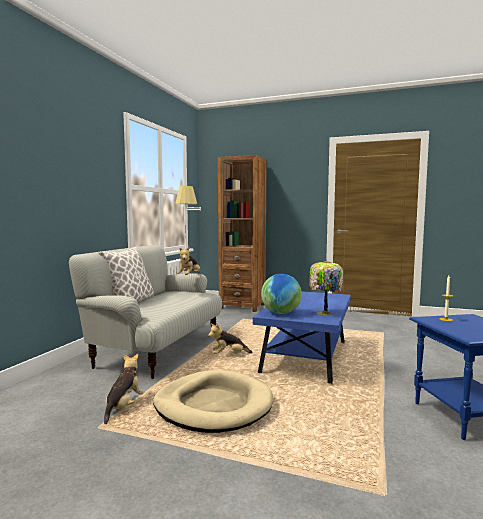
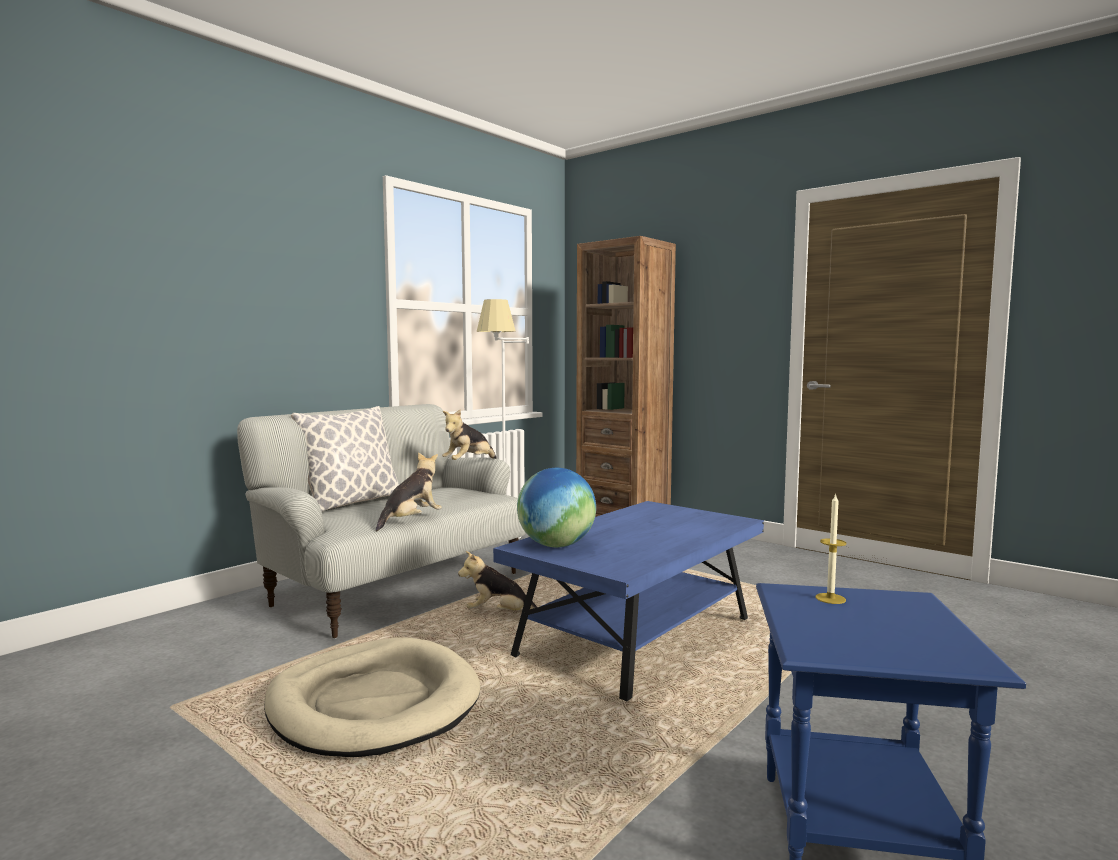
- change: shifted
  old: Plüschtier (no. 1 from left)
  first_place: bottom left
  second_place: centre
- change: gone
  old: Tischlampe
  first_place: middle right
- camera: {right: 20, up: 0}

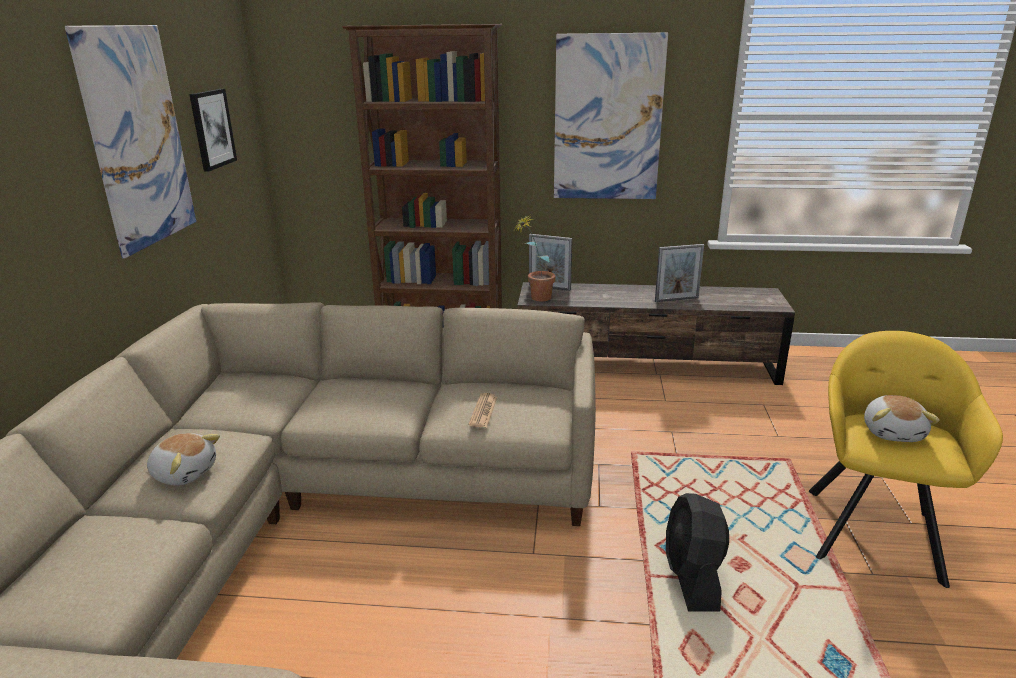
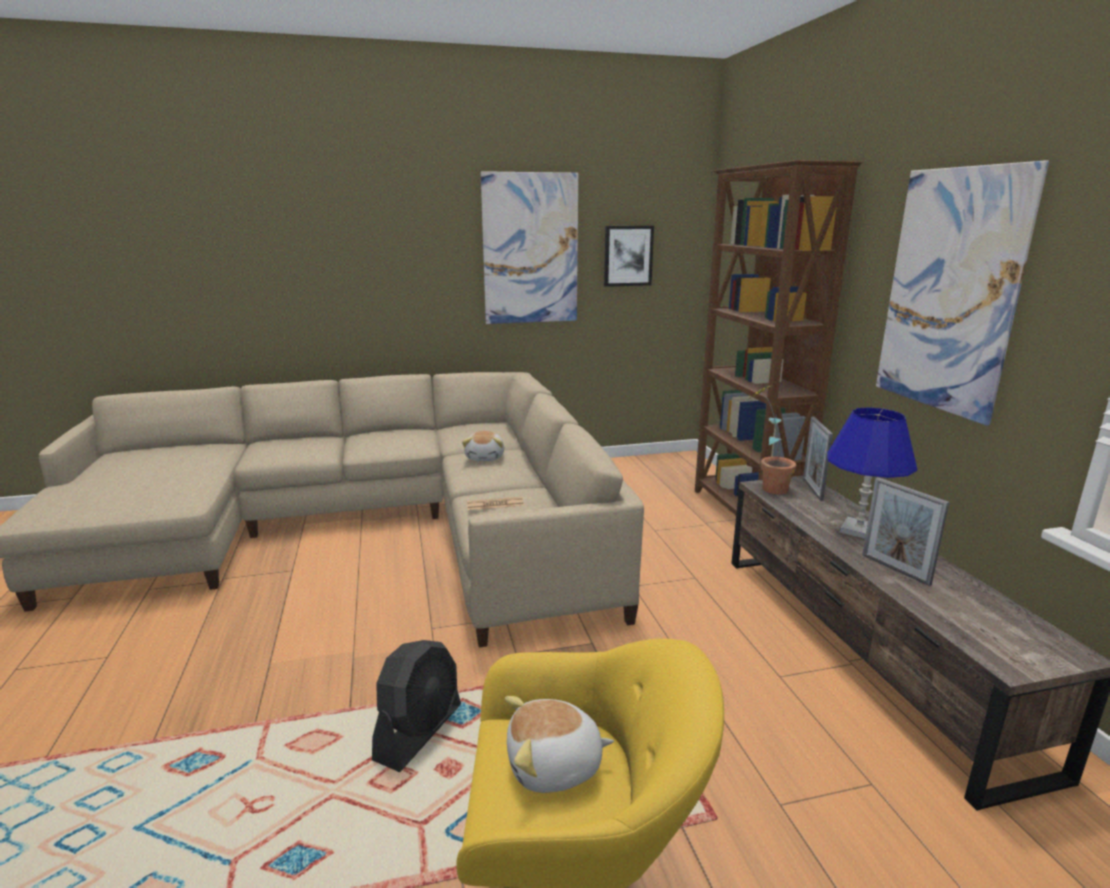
- change: shifted
  old: Plüschtier (no. 1 from left)
  first_place: bottom left
  second_place: centre
- change: rotated
  old: Ventilator (schwarz)
  first_place: bottom right
  second_place: bottom centre
  degrees: 135
- change: new
  new: Tischlampe (blau)
  second_place: middle right
- camera: {right: 70, up: -5}

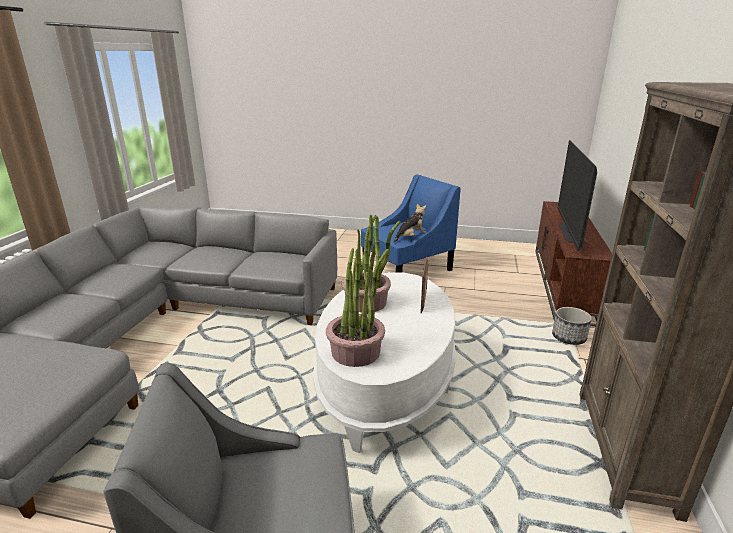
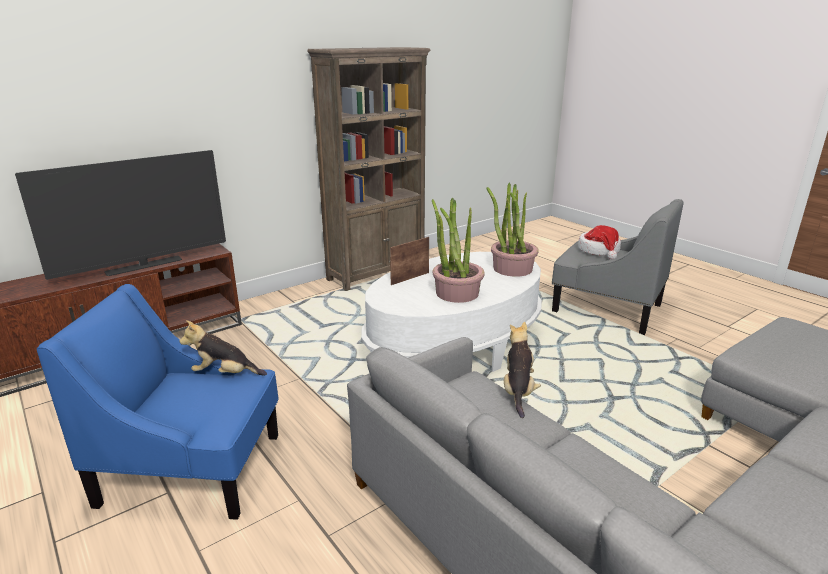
- change: gone
  old: Pflanzkübel
  first_place: middle right
- change: new
  new: Plüschtier (no. 2 from left)
  second_place: centre
- change: new
  new: Hut
  second_place: middle right
- camera: {right: -140, up: 0}

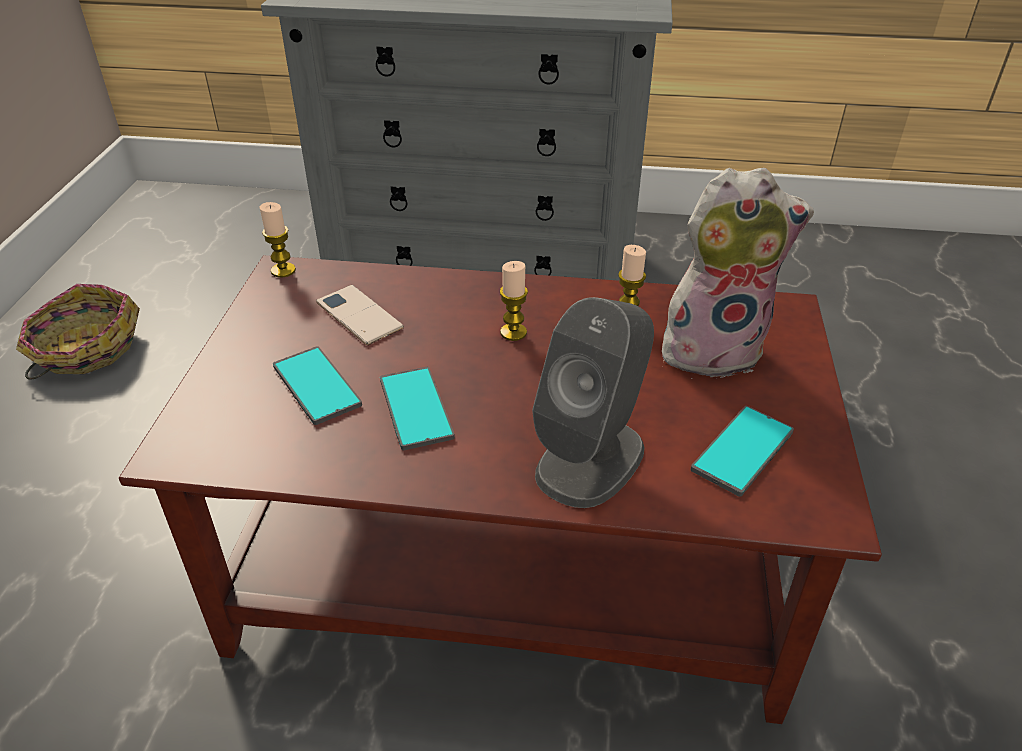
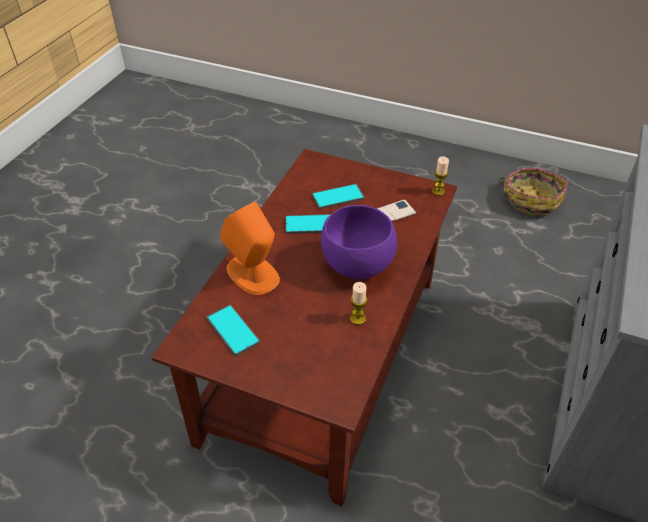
- change: swapped
  old: Kerze (no. 2 from left)
  new: Schüssel (lila)
  first_place: centre
  second_place: centre
- change: repainted
  old: Lautsprecher (grau)
  new: Lautsprecher (orange)
  first_place: centre
  second_place: centre
- change: gone
  old: Plüschtier
  first_place: middle right
- camera: {right: 105, up: 5}

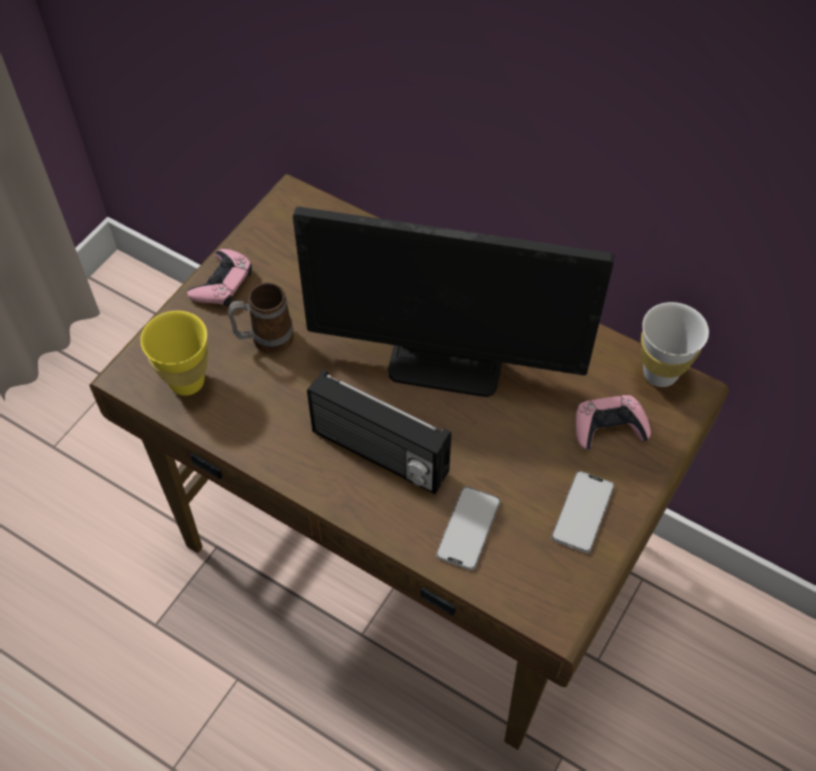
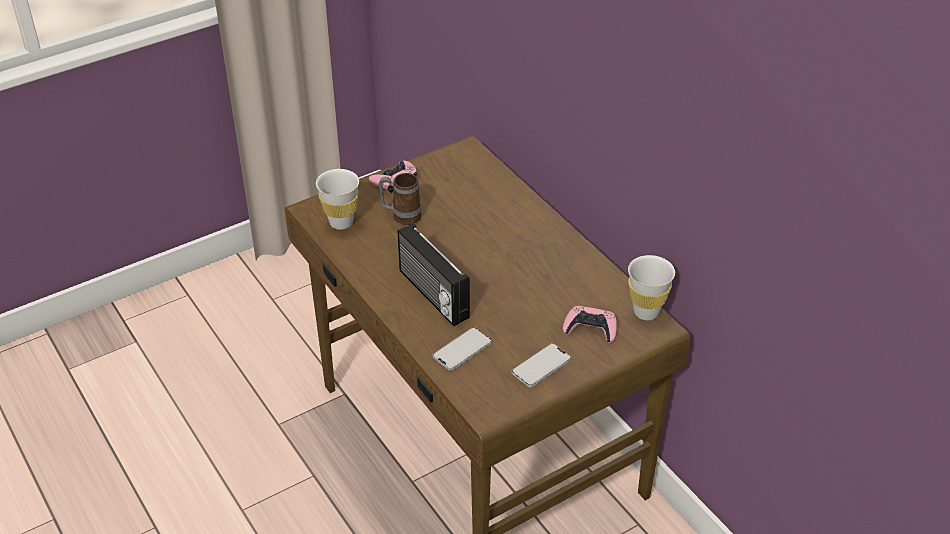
- change: repainted
  old: Tasse (gelb)
  new: Tasse (weiß) (no. 1 from left)
  first_place: middle left
  second_place: centre
- change: gone
  old: Monitor
  first_place: centre
- camera: {right: 25, up: -15}

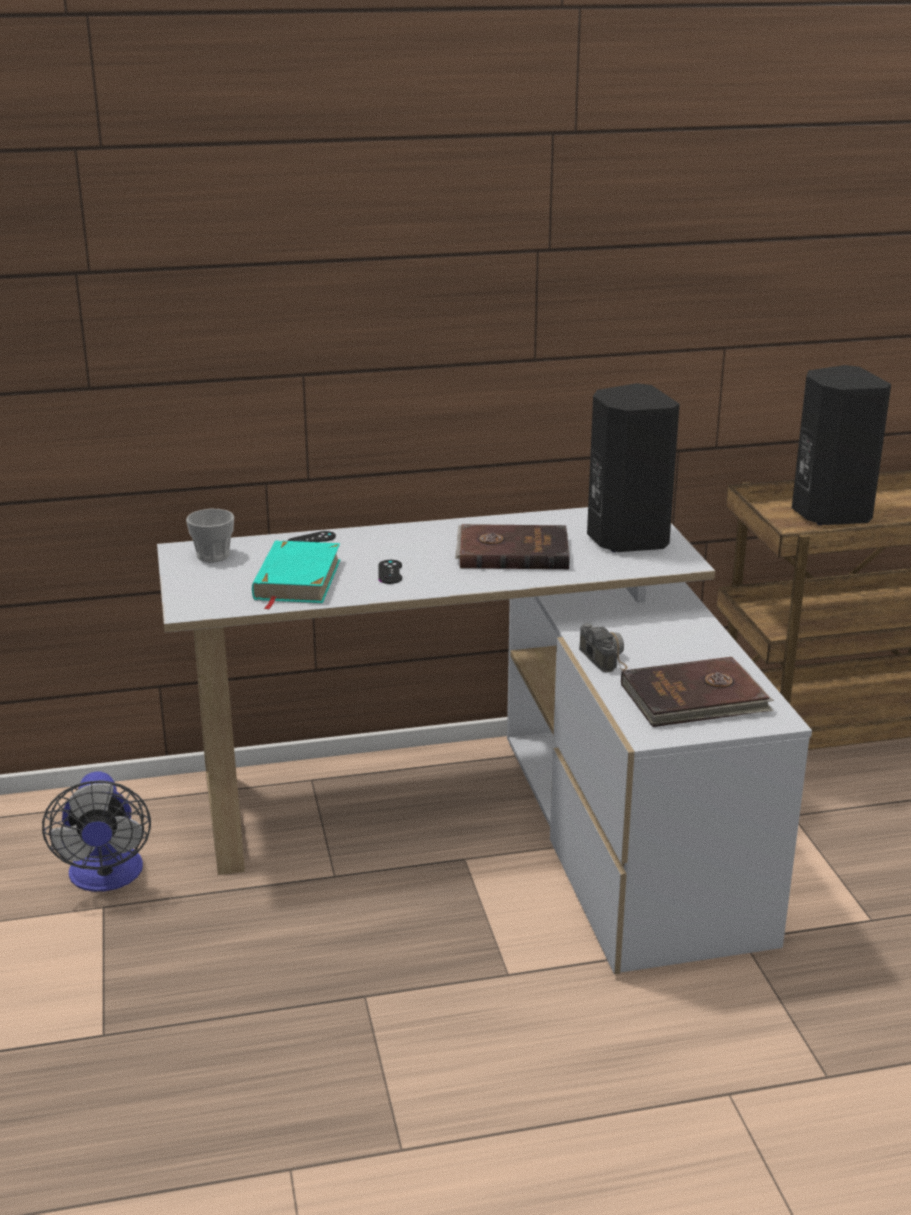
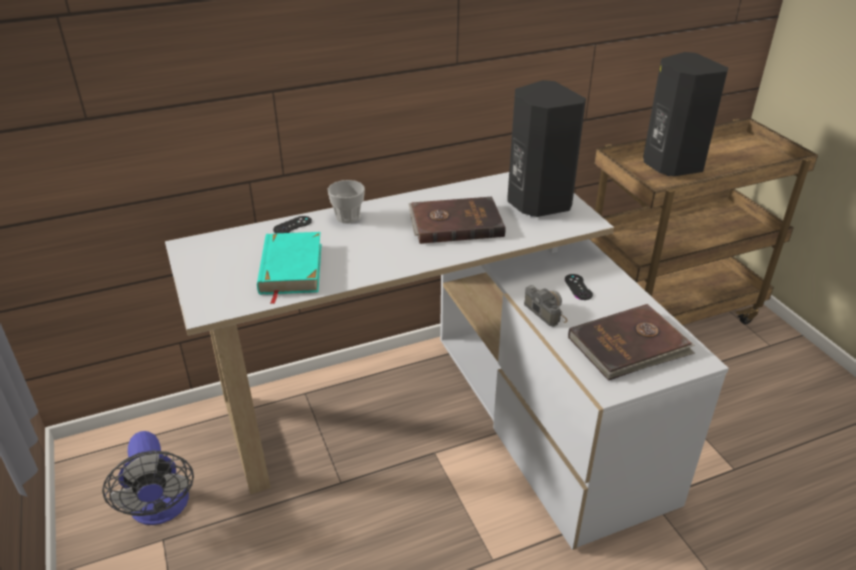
- change: shifted
  old: Tasse
  first_place: middle left
  second_place: centre
- change: shifted
  old: Gamepad (schwarz) (no. 2 from left)
  first_place: centre
  second_place: middle right
- camera: {right: -10, up: 10}

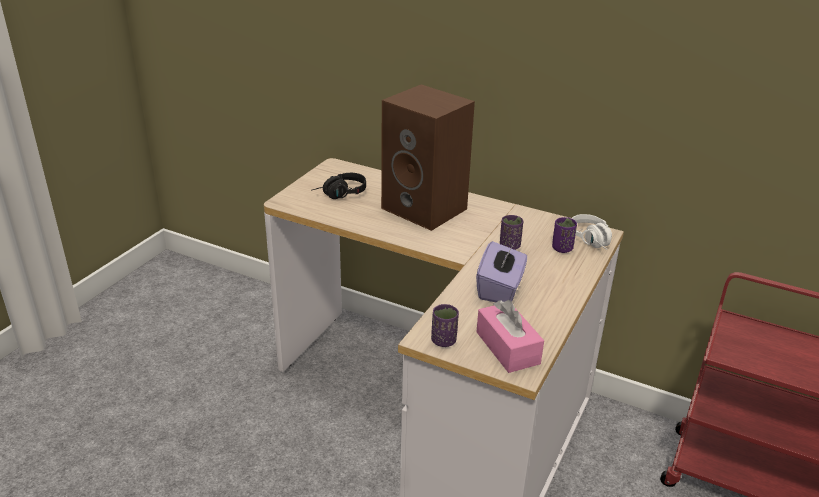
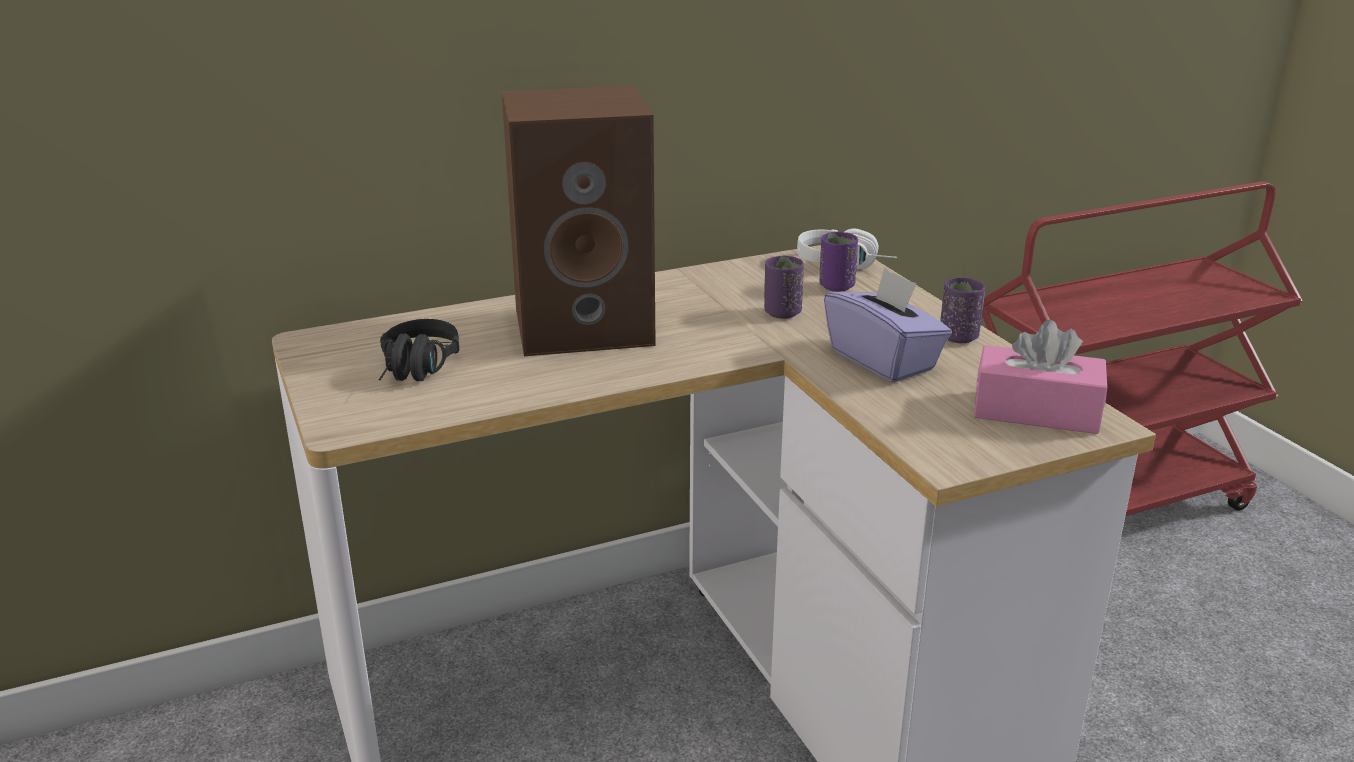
- change: shifted
  old: Tasse (lila) (no. 1 from left in the first image)
  new: Tasse (lila) (no. 3 from left)
  first_place: centre
  second_place: middle right
- camera: {right: -50, up: -5}

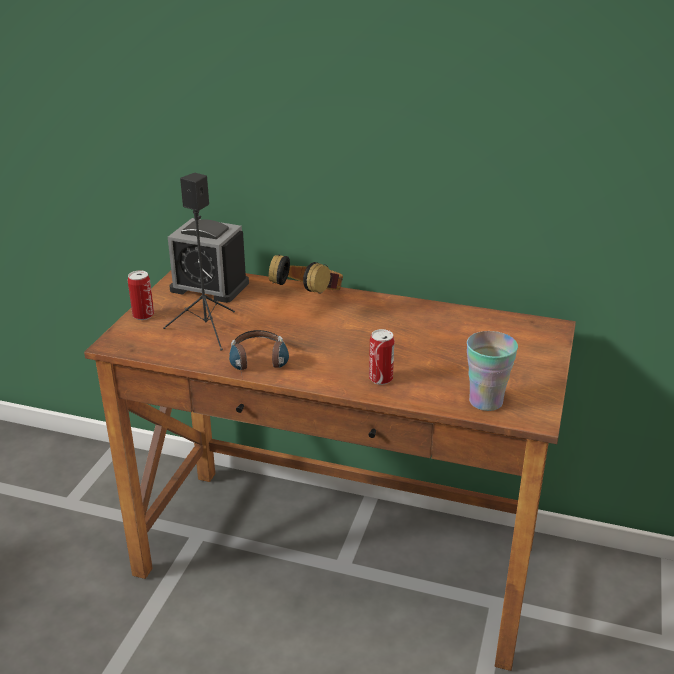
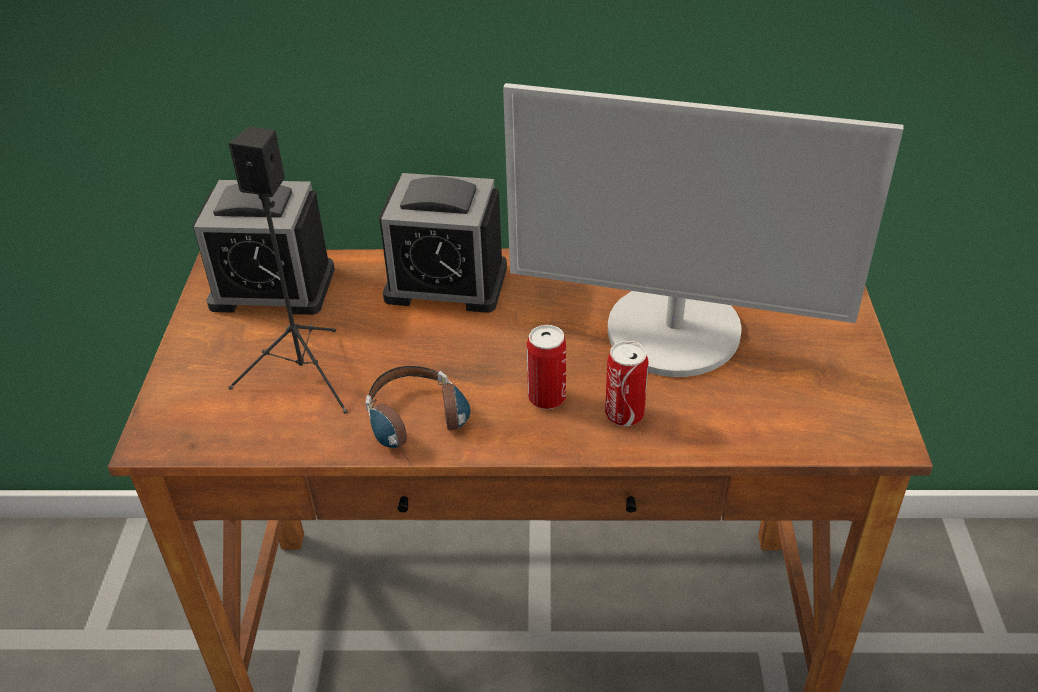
- change: shifted
  old: Dose (no. 1 from left)
  first_place: middle left
  second_place: centre
- change: swapped
  old: Kopfhörer (no. 2 from left)
  new: Wecker (no. 2 from left)
  first_place: centre
  second_place: centre
- change: gone
  old: Tasse
  first_place: middle right
- change: new
  new: Monitor
  second_place: top right
- camera: {right: -15, up: 10}

